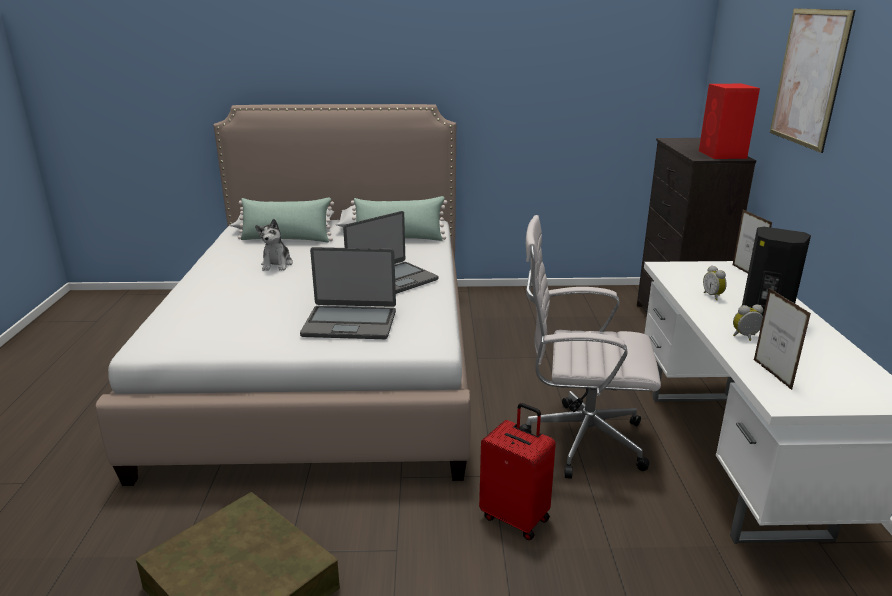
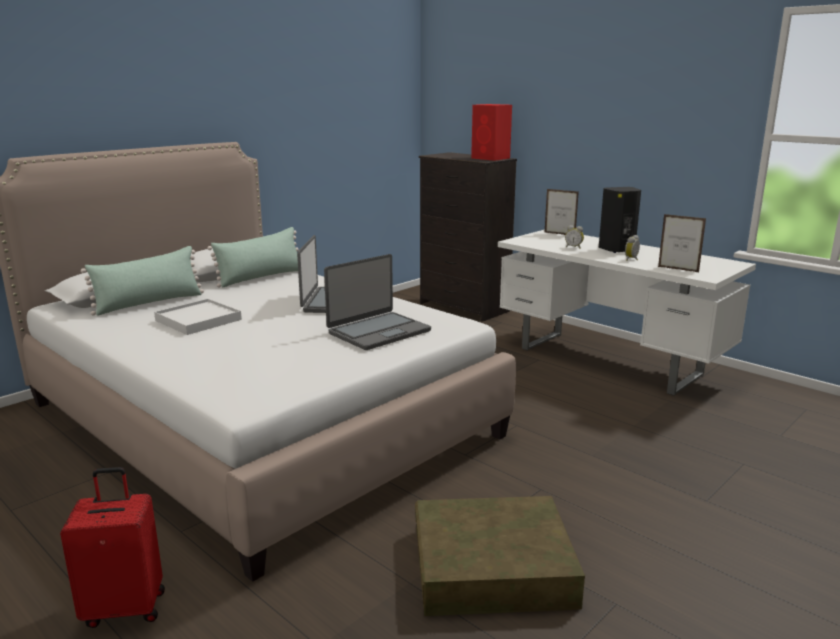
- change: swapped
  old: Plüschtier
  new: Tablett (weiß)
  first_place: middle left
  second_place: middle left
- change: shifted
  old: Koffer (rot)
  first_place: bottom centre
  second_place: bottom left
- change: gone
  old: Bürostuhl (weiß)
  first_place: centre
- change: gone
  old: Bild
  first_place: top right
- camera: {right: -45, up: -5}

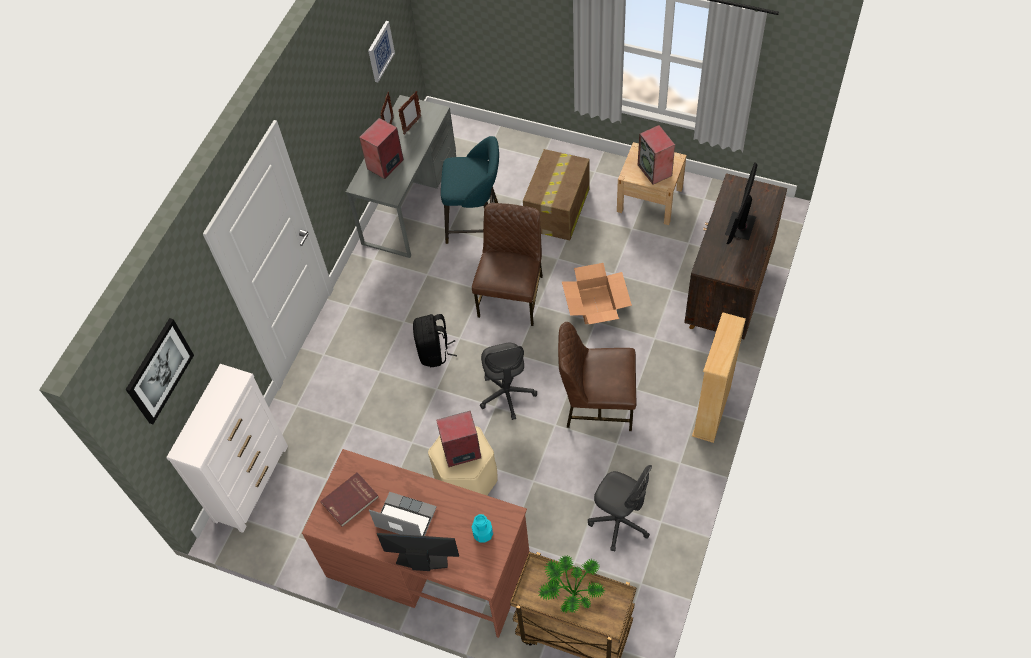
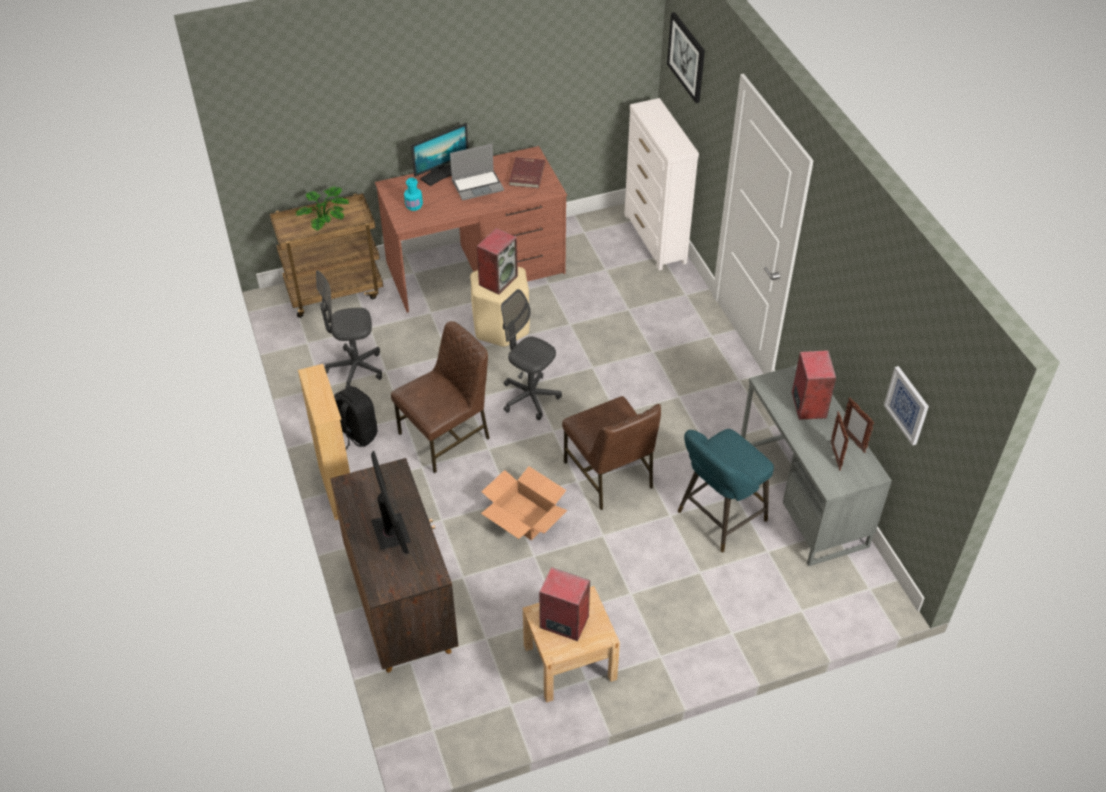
- change: shifted
  old: Rucksack (schwarz)
  first_place: centre
  second_place: middle left
- change: gone
  old: Karton (no. 1 from left)
  first_place: top centre
- camera: {right: 135, up: -10}

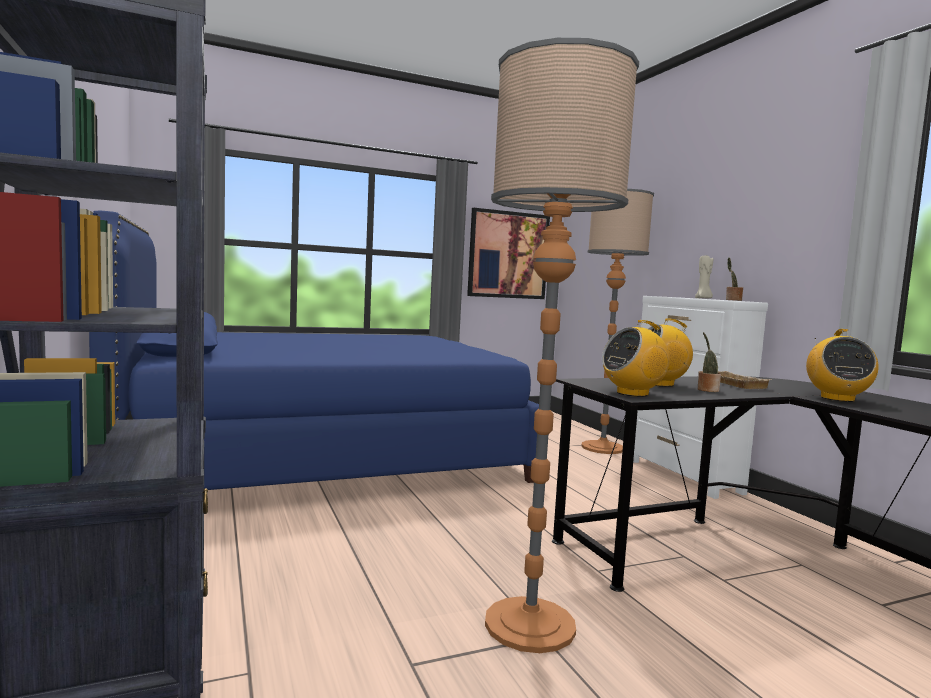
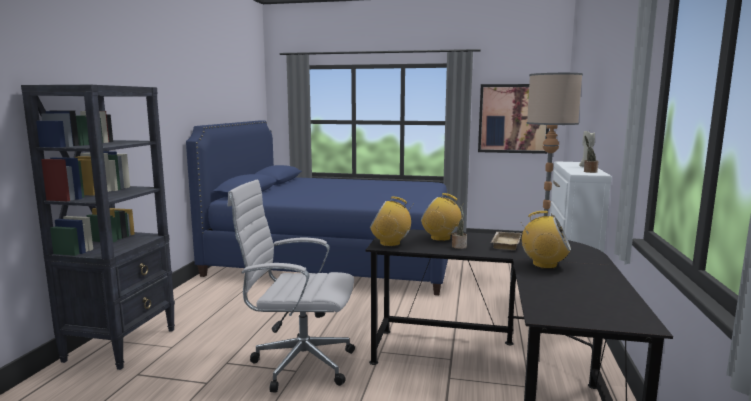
- change: swapped
  old: Stehlampe (no. 1 from left)
  new: Bürostuhl (weiß)
  first_place: centre
  second_place: bottom centre
- change: rotated
  old: Radio (no. 3 from left)
  first_place: middle right
  second_place: middle right
  degrees: -120
- camera: {right: 35, up: 5}

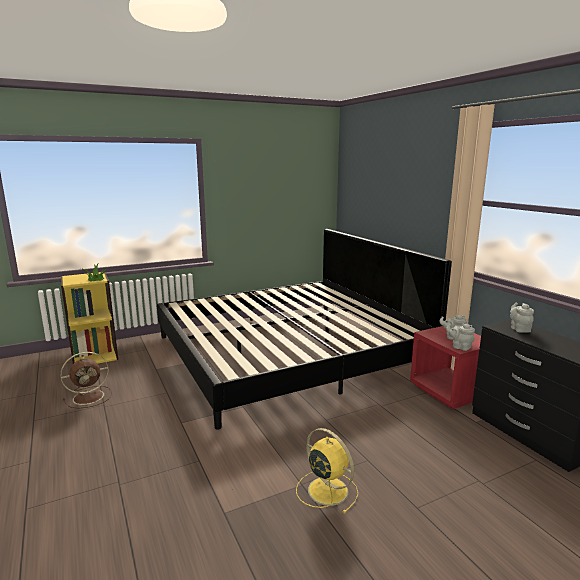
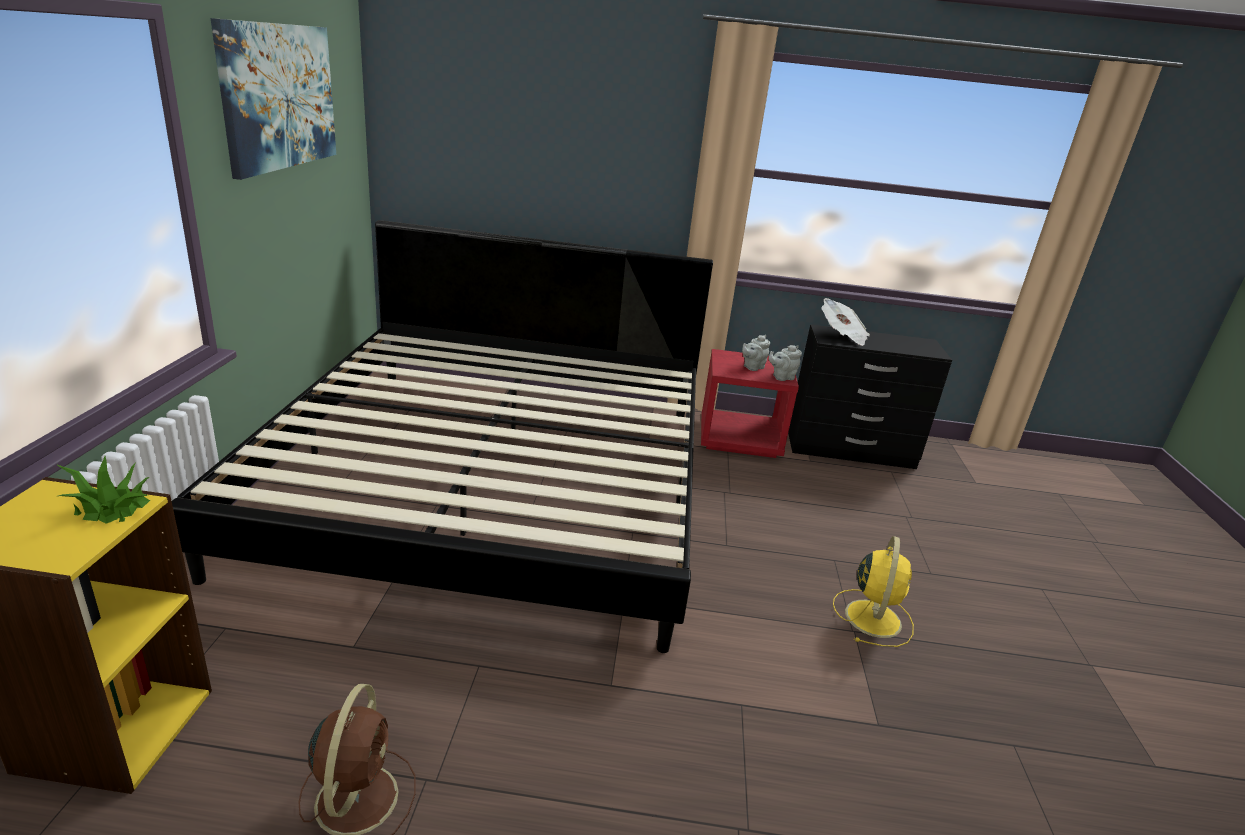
- change: rotated
  old: Ventilator (gelb)
  first_place: bottom centre
  second_place: bottom right
  degrees: 120
- change: swapped
  old: Teekanne (grau) (no. 3 from left)
  new: Zeitung
  first_place: middle right
  second_place: middle right
- change: new
  new: Bild
  second_place: top left
- camera: {right: -60, up: 10}

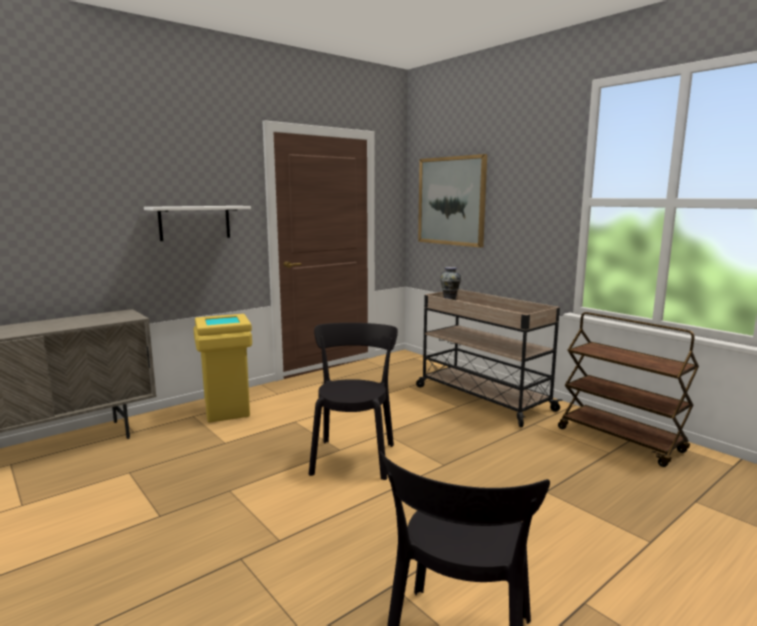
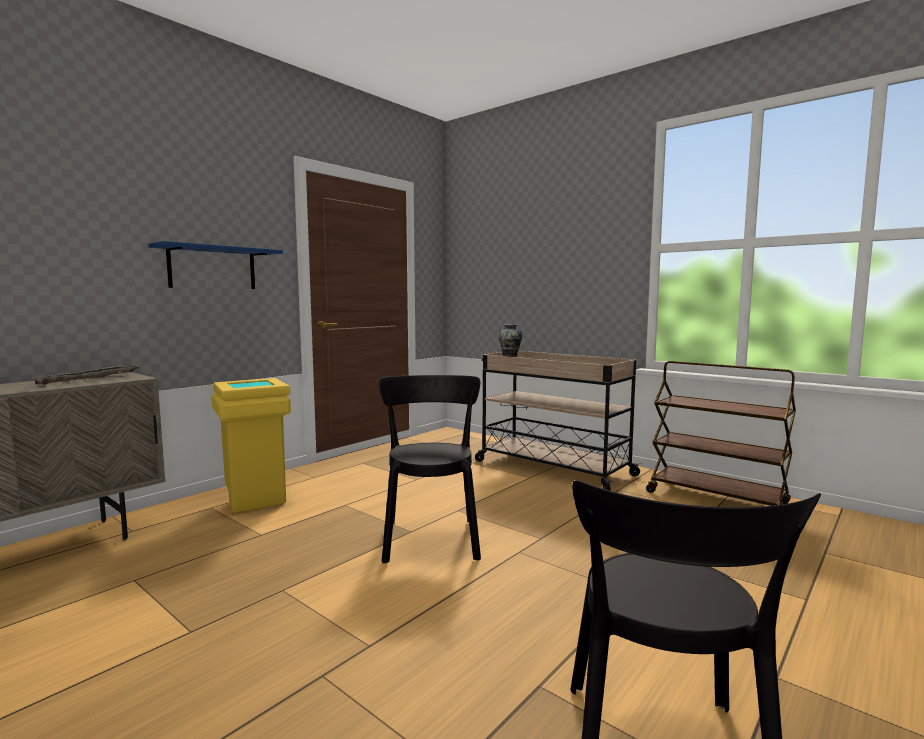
- change: repainted
  old: Wandregal (weiß)
  new: Wandregal (blau)
  first_place: middle left
  second_place: middle left
- change: gone
  old: Bild
  first_place: top centre
- change: new
  new: Tablett
  second_place: middle left
- camera: {right: -10, up: -5}

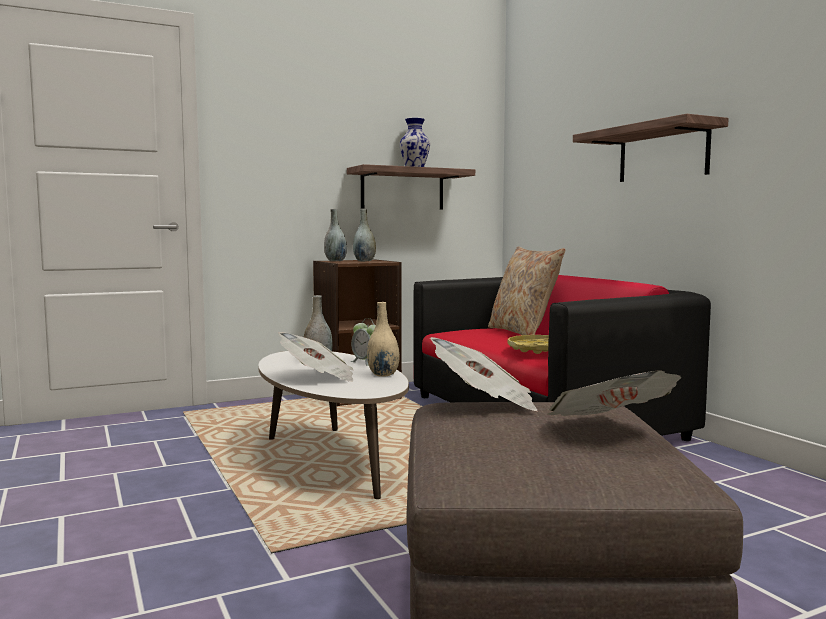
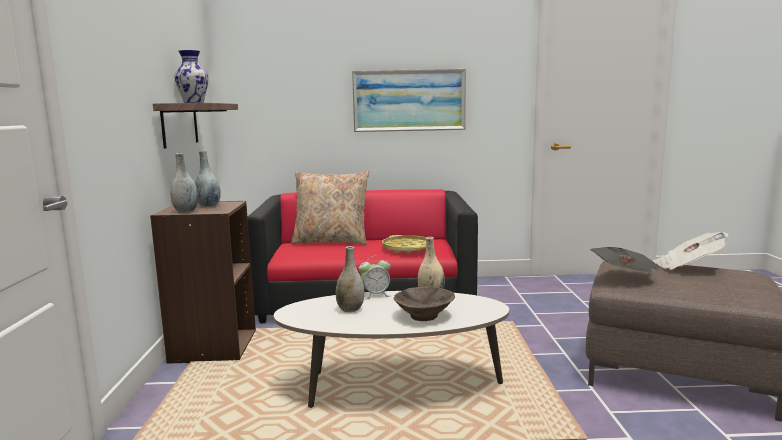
- change: swapped
  old: Zeitung (no. 1 from left)
  new: Schüssel (braun)
  first_place: centre
  second_place: bottom centre
- change: swapped
  old: Wandregal (no. 2 from left)
  new: Bild
  first_place: top right
  second_place: top centre
- camera: {right: -65, up: 5}

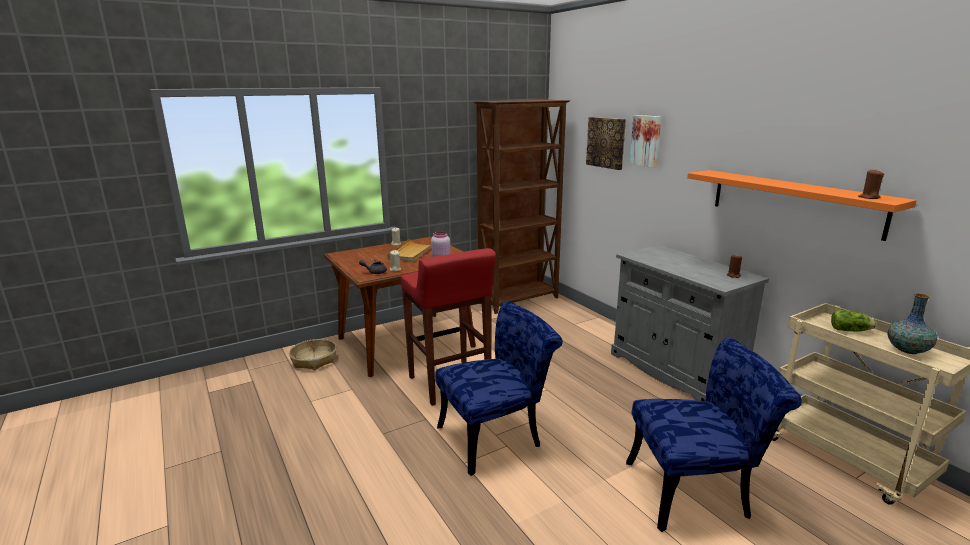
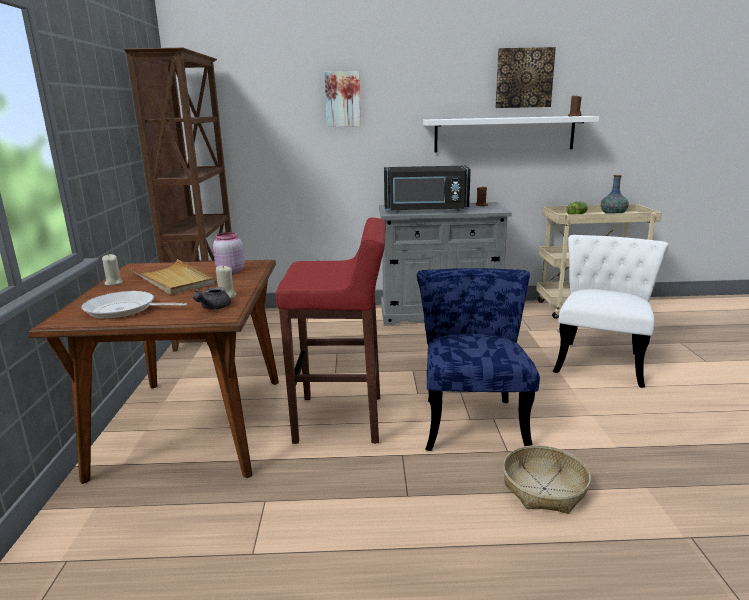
- change: shifted
  old: Korb
  first_place: middle left
  second_place: bottom right
- change: shifted
  old: Bild (no. 1 from left in the first image)
  new: Bild (no. 2 from left)
  first_place: top centre
  second_place: top right
- change: repainted
  old: Stuhl (blau) (no. 2 from left)
  new: Stuhl (weiß)
  first_place: bottom right
  second_place: middle right
- change: repainted
  old: Wandregal (orange)
  new: Wandregal (weiß)
  first_place: middle right
  second_place: top right
- change: new
  new: Pfanne
  second_place: middle left
- change: new
  new: Mikrowelle (schwarz)
  second_place: top centre
- camera: {right: -60, up: 0}

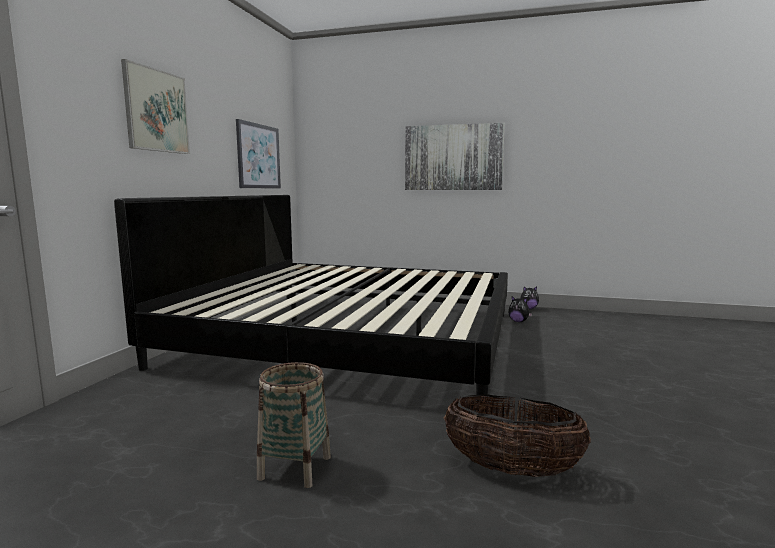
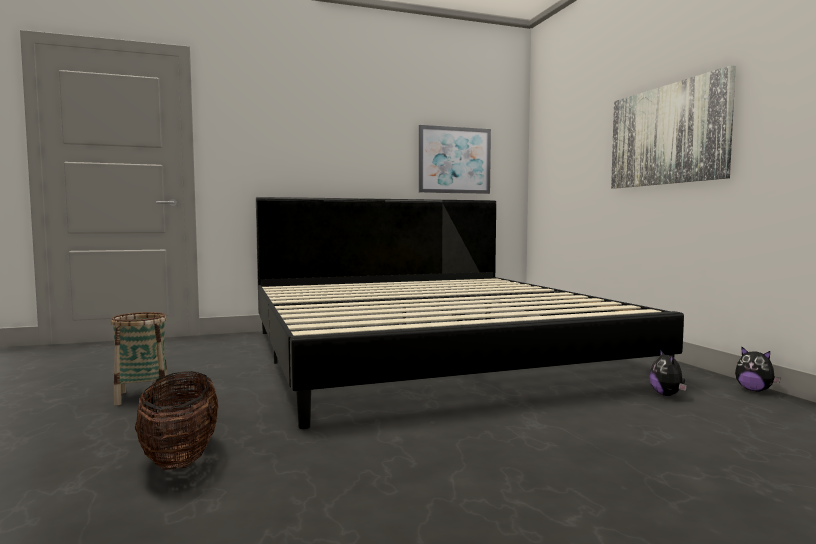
- change: gone
  old: Bild (no. 1 from left)
  first_place: top left
- camera: {right: 55, up: -5}

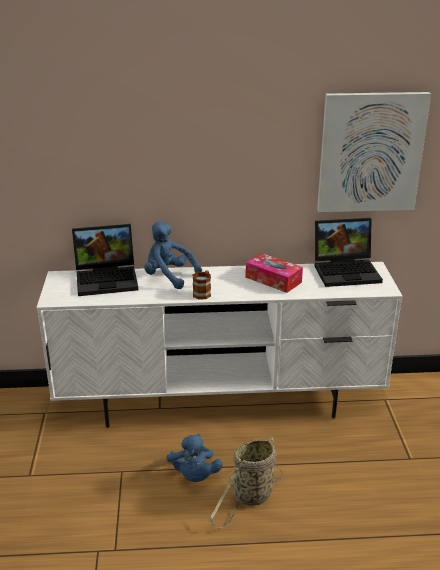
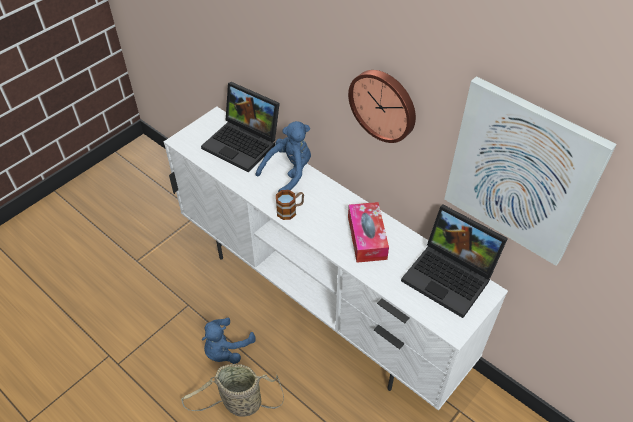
- change: rotated
  old: Plüschtier (blau) (no. 1 from left in the first image)
  first_place: centre
  second_place: centre
  degrees: 60
- change: new
  new: Wanduhr
  second_place: top centre
- camera: {right: 45, up: 20}

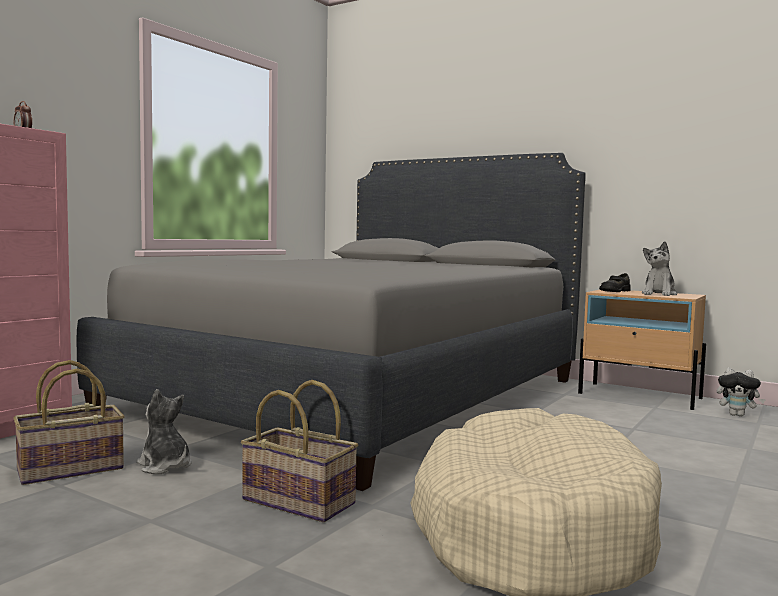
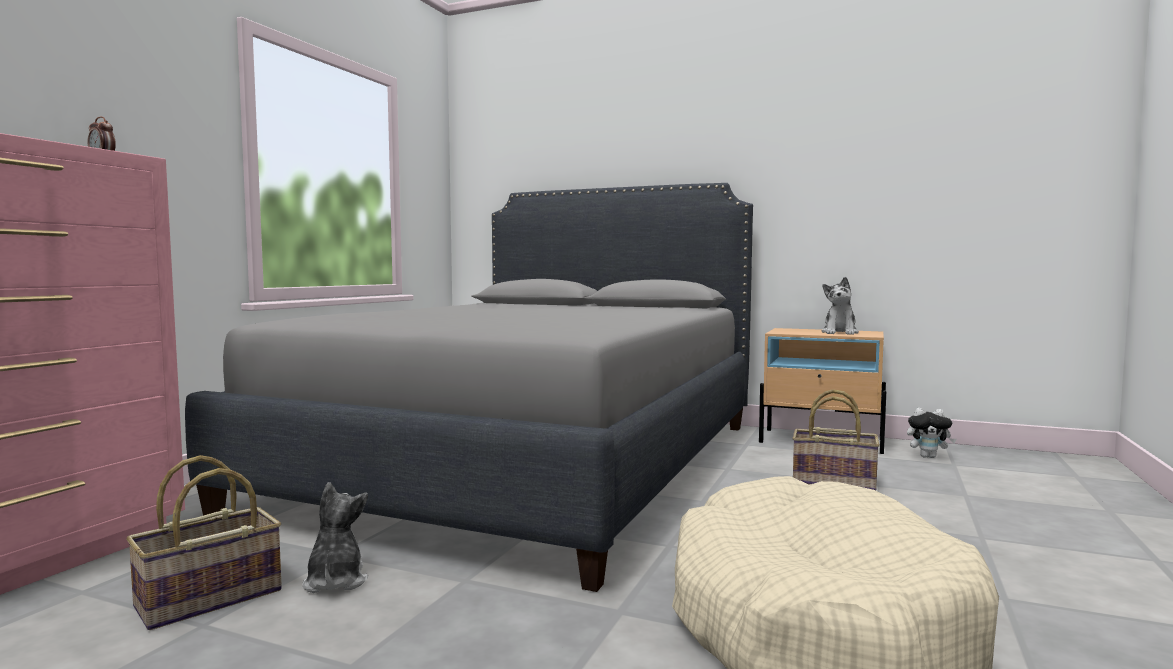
- change: rotated
  old: Plüschtier (no. 1 from left)
  first_place: bottom left
  second_place: bottom left
  degrees: 45
- change: shifted
  old: Korb (no. 2 from left)
  first_place: bottom centre
  second_place: middle right
- change: gone
  old: Schuh (schwarz)
  first_place: middle right
- camera: {right: -10, up: 0}

